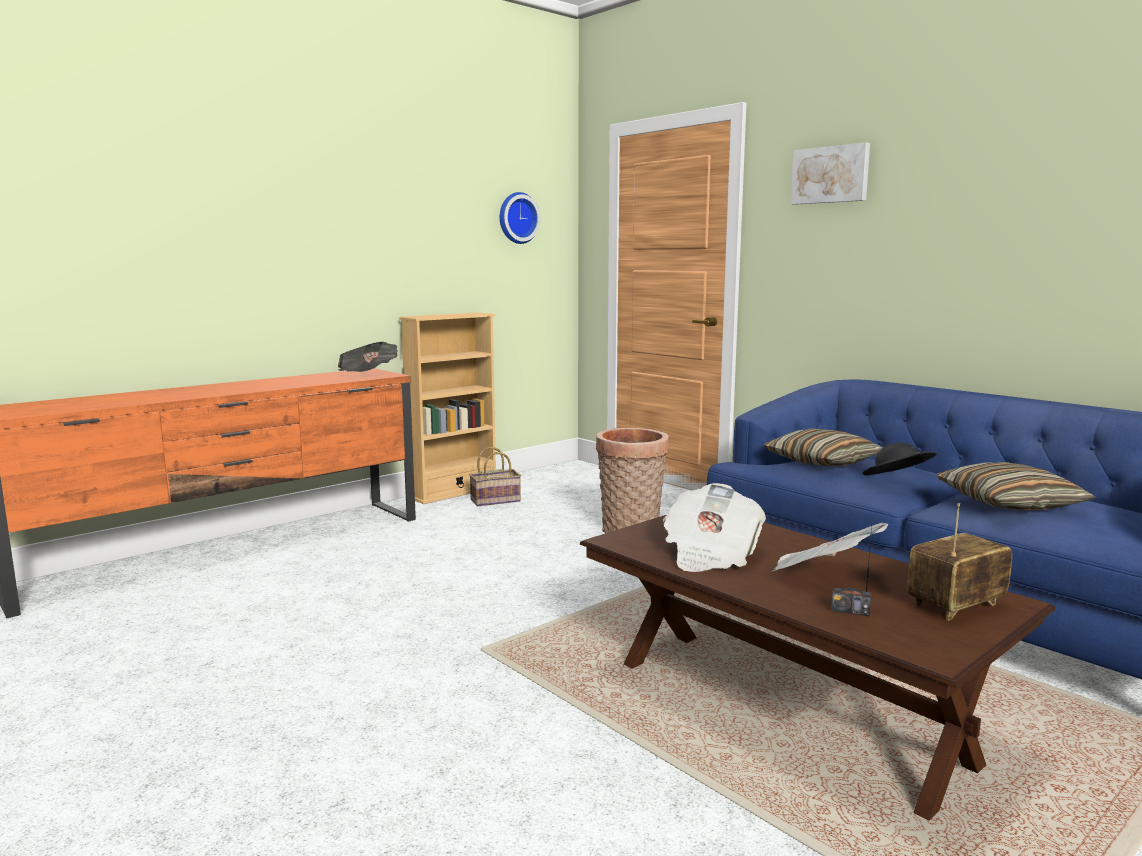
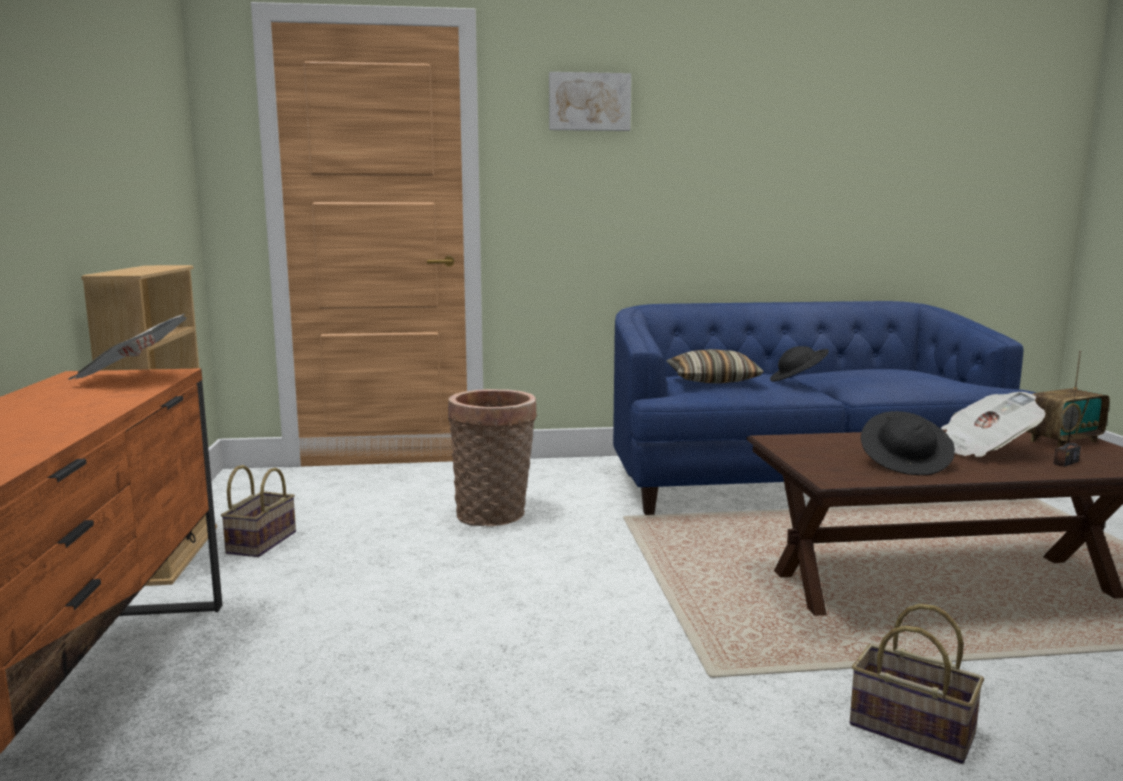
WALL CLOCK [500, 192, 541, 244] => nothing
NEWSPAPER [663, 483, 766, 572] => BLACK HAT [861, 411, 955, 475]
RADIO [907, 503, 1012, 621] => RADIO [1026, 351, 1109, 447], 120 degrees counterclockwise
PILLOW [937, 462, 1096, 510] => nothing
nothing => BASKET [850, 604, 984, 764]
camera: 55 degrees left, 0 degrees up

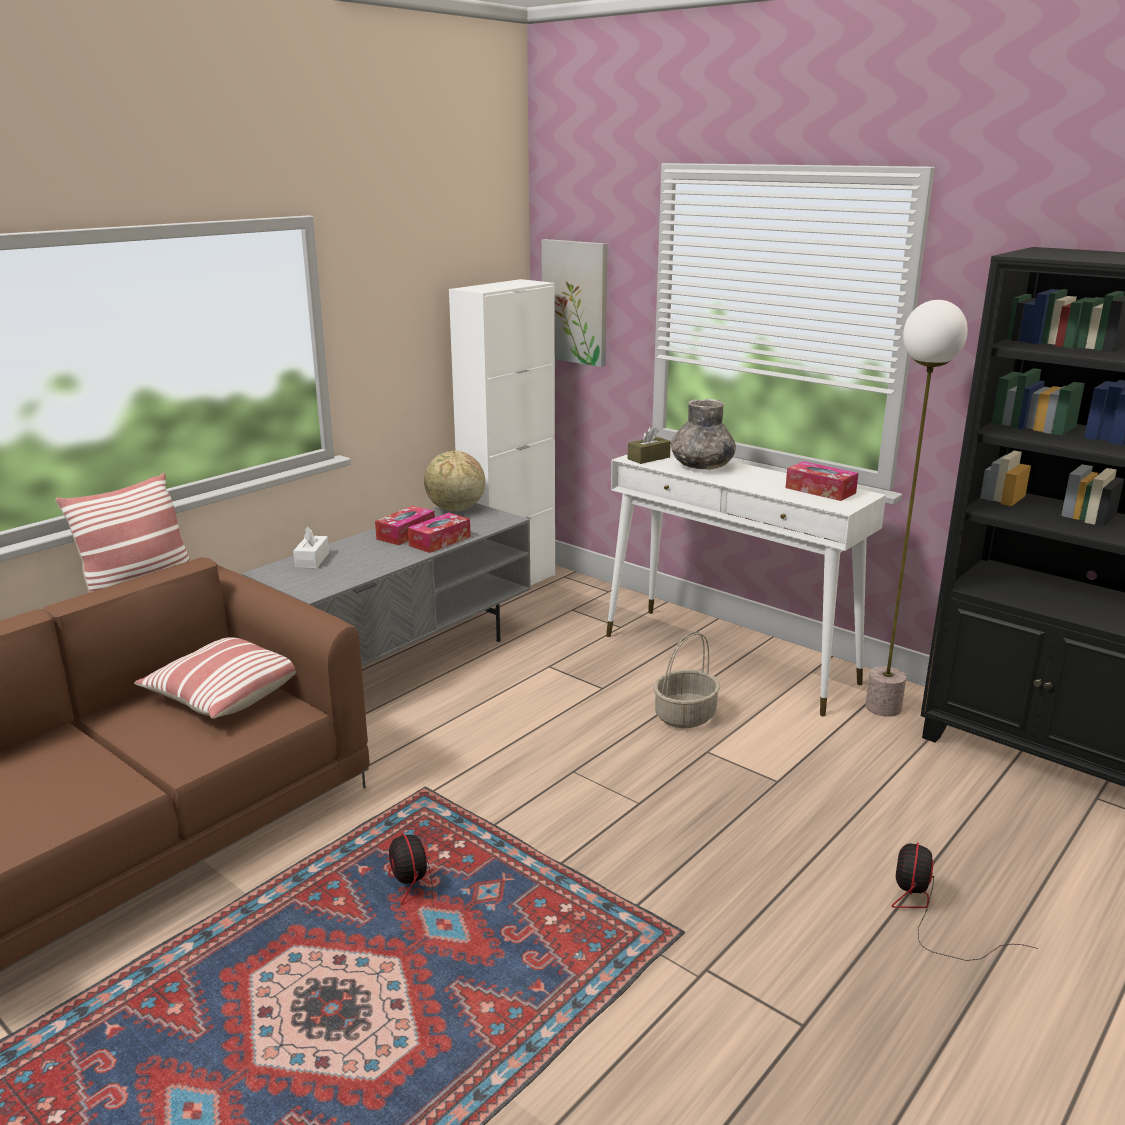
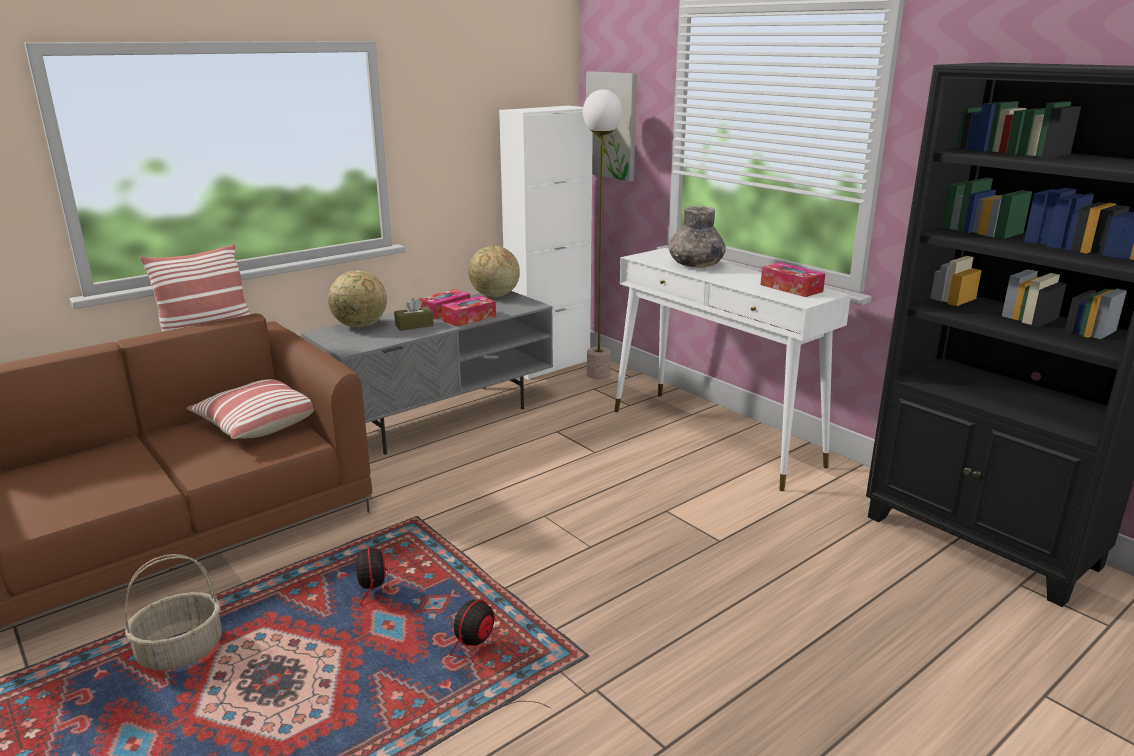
WHITE TISSUE BOX [293, 526, 329, 568] => GLOBE [328, 271, 387, 328]
BROWN TISSUE BOX [627, 426, 671, 464] => BROWN TISSUE BOX [394, 298, 434, 331], shifted
BASKET [654, 631, 720, 728] => BASKET [125, 554, 222, 671], shifted
FLOOR LAMP [866, 300, 968, 717] => FLOOR LAMP [583, 89, 623, 379], shifted
FAN [892, 843, 1038, 961] => FAN [450, 599, 551, 708], shifted
camera: 10 degrees right, 0 degrees up

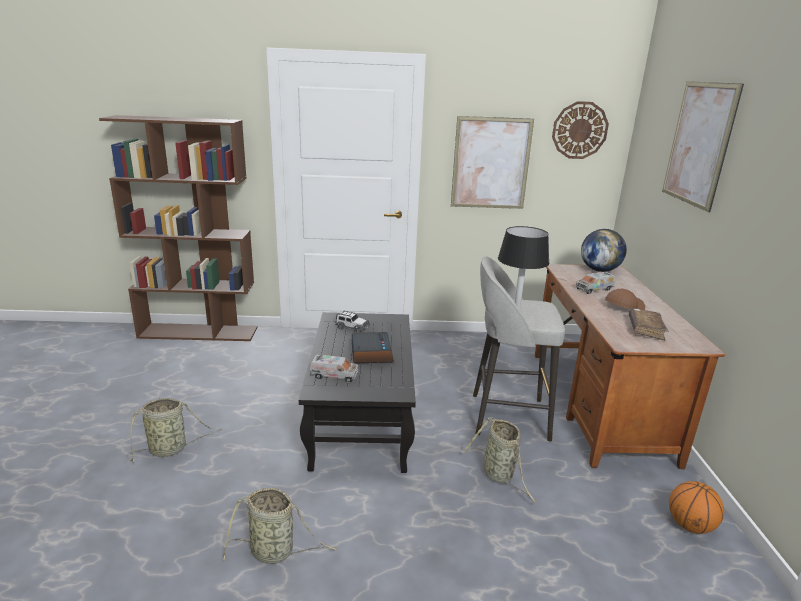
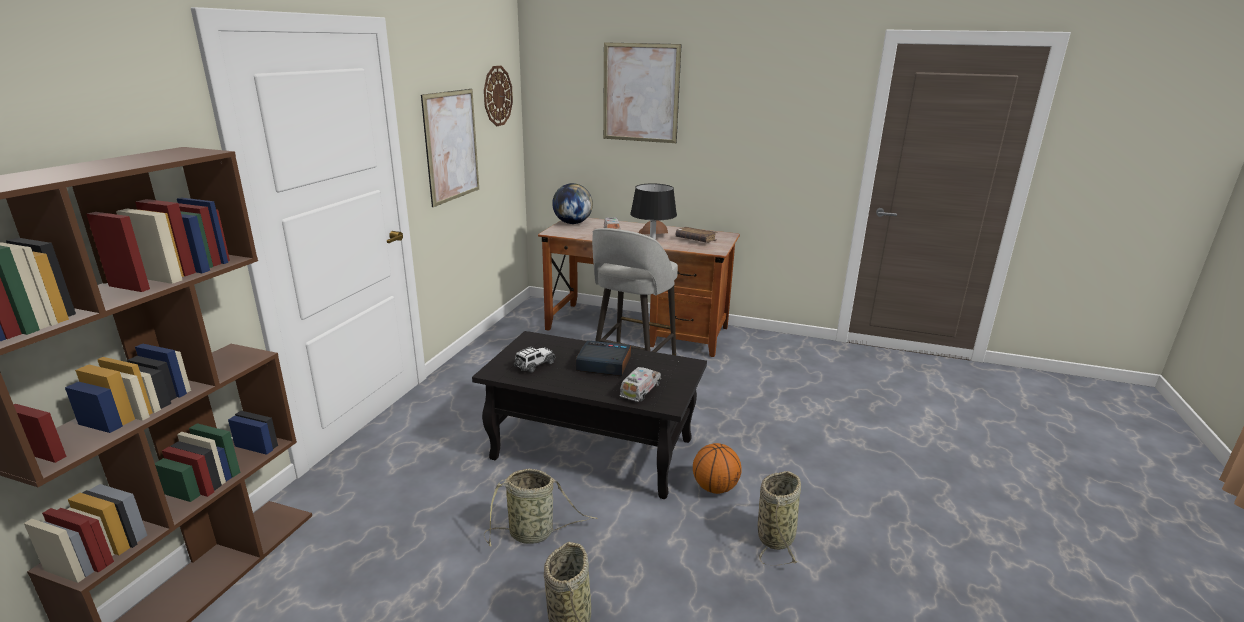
BASKET [463, 417, 537, 503] => BASKET [484, 468, 598, 546], shifted
BASKETBALL [669, 481, 724, 534] => BASKETBALL [693, 443, 742, 494], shifted
camera: 70 degrees left, 0 degrees up

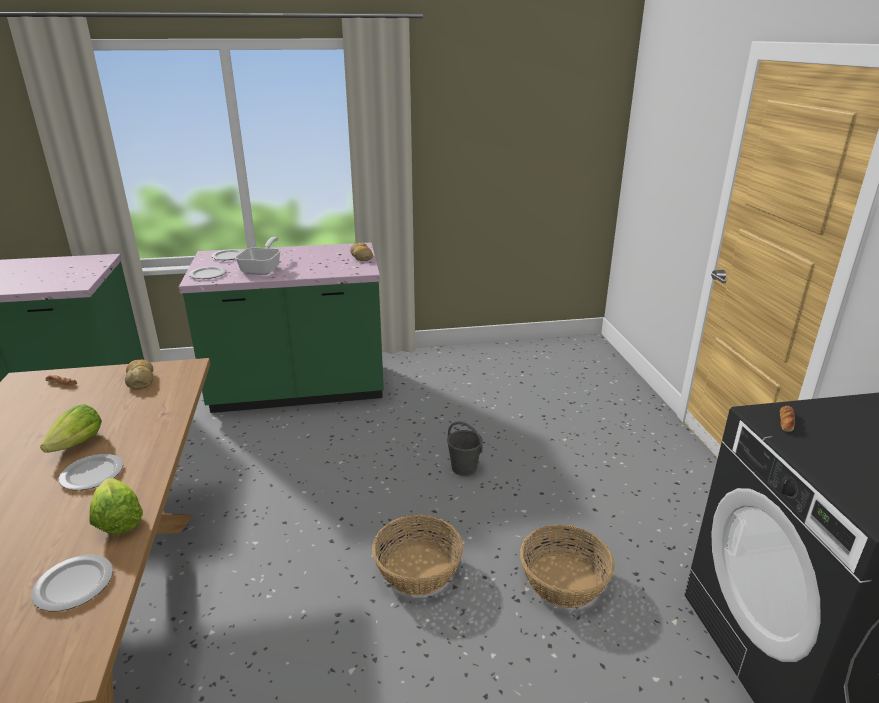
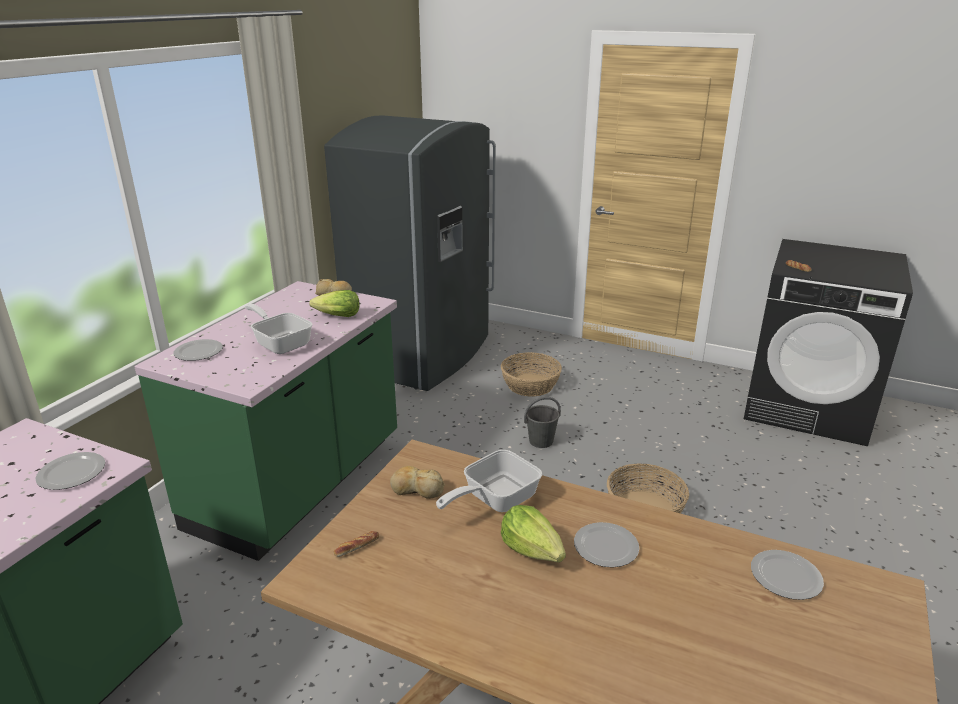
LETTUCE [89, 478, 143, 535] => LETTUCE [309, 290, 360, 317], shifted
PLATE [189, 266, 227, 279] => PLATE [35, 452, 105, 490], shifted
BASKET [520, 525, 615, 608] => BASKET [501, 352, 562, 397], shifted
nothing => GREY FRIDGE [324, 115, 496, 391]
nothing => FRYING PAN [436, 450, 542, 512]
camera: 55 degrees left, 0 degrees up

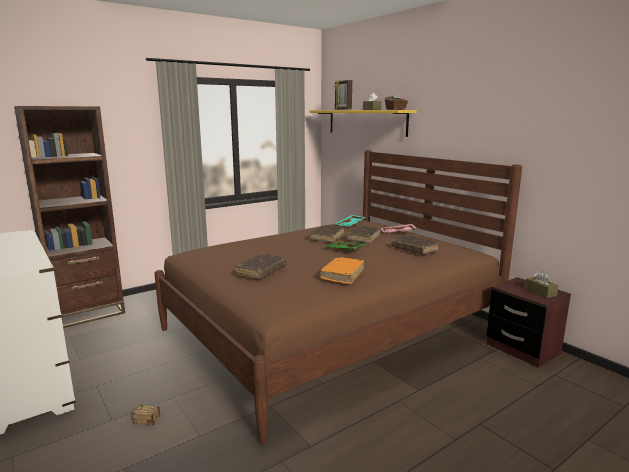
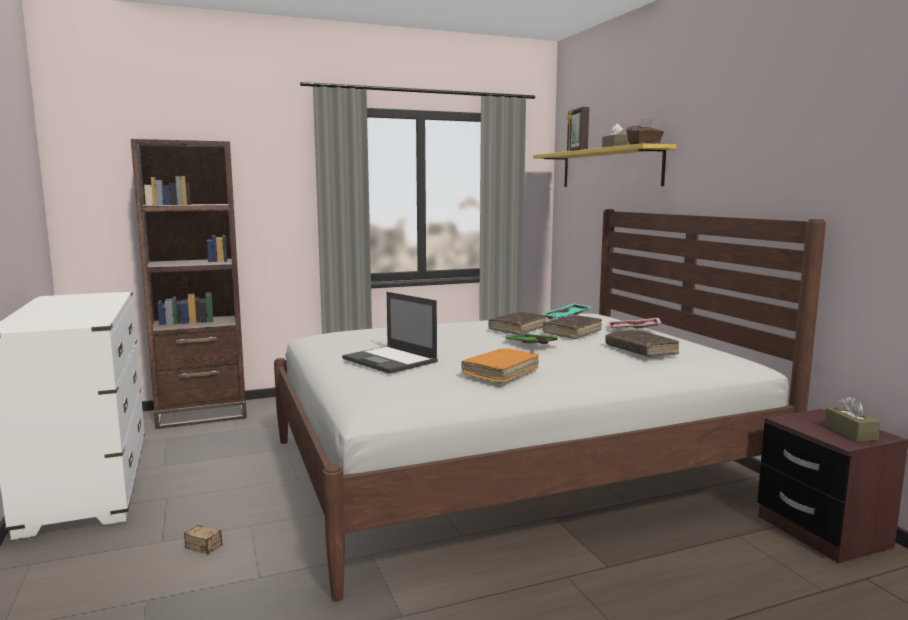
BROWN BED [154, 150, 522, 444] => WHITE BED [274, 209, 826, 602]
BROWN BOOK [235, 254, 287, 279] => LAPTOP [342, 292, 438, 374]
camera: 15 degrees right, 5 degrees down

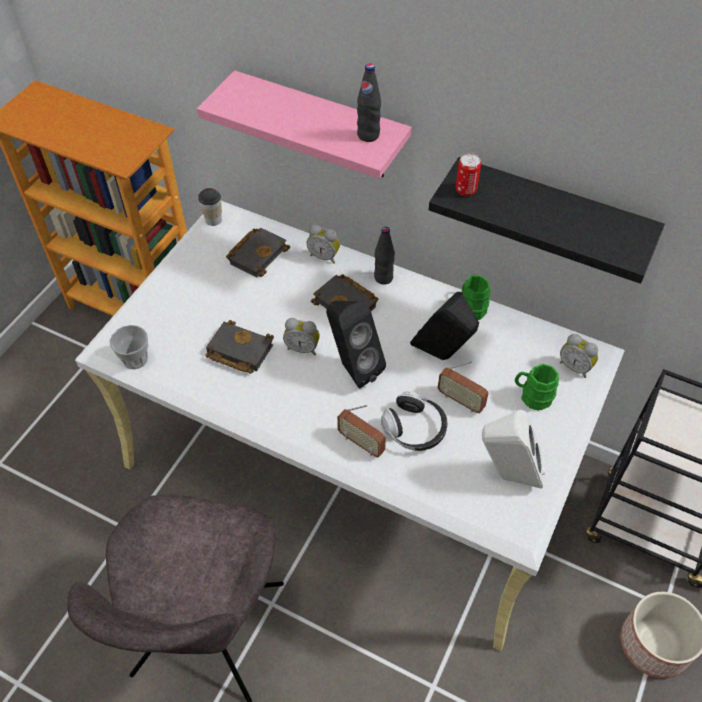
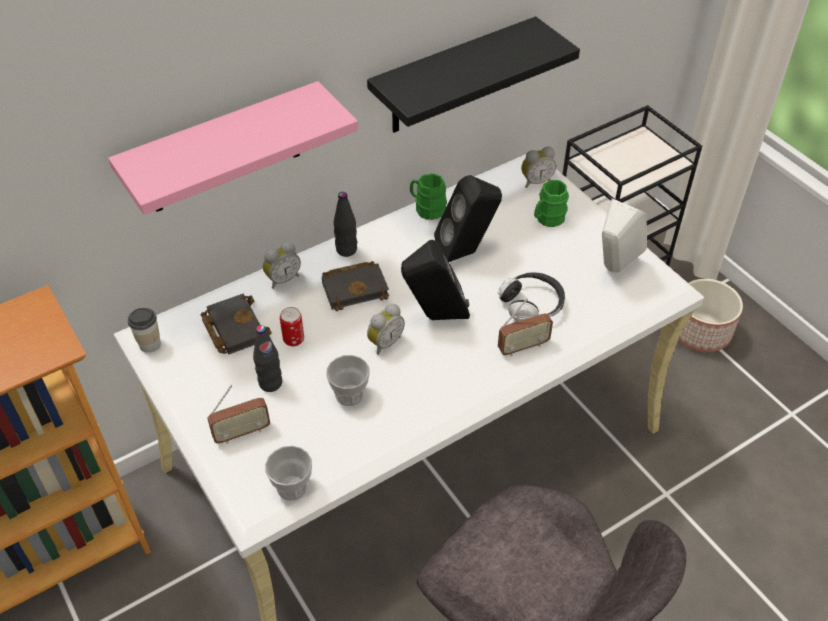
BLACK BOOK [205, 320, 274, 374] => CUP [326, 355, 369, 406]
BLACK BOTTLE [357, 64, 381, 142] => BLACK BOTTLE [253, 325, 282, 392], shifted
RADIO [438, 361, 489, 413] => RADIO [207, 385, 270, 444], shifted
CAN [456, 153, 481, 196] => CAN [280, 307, 304, 346], shifted
camera: 60 degrees left, 5 degrees down

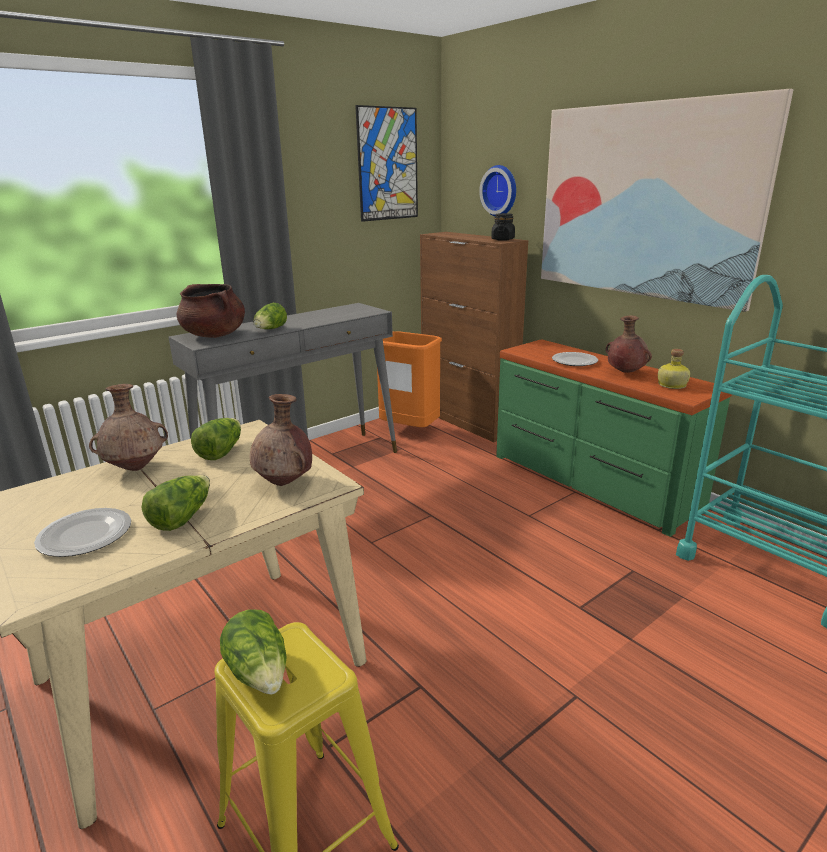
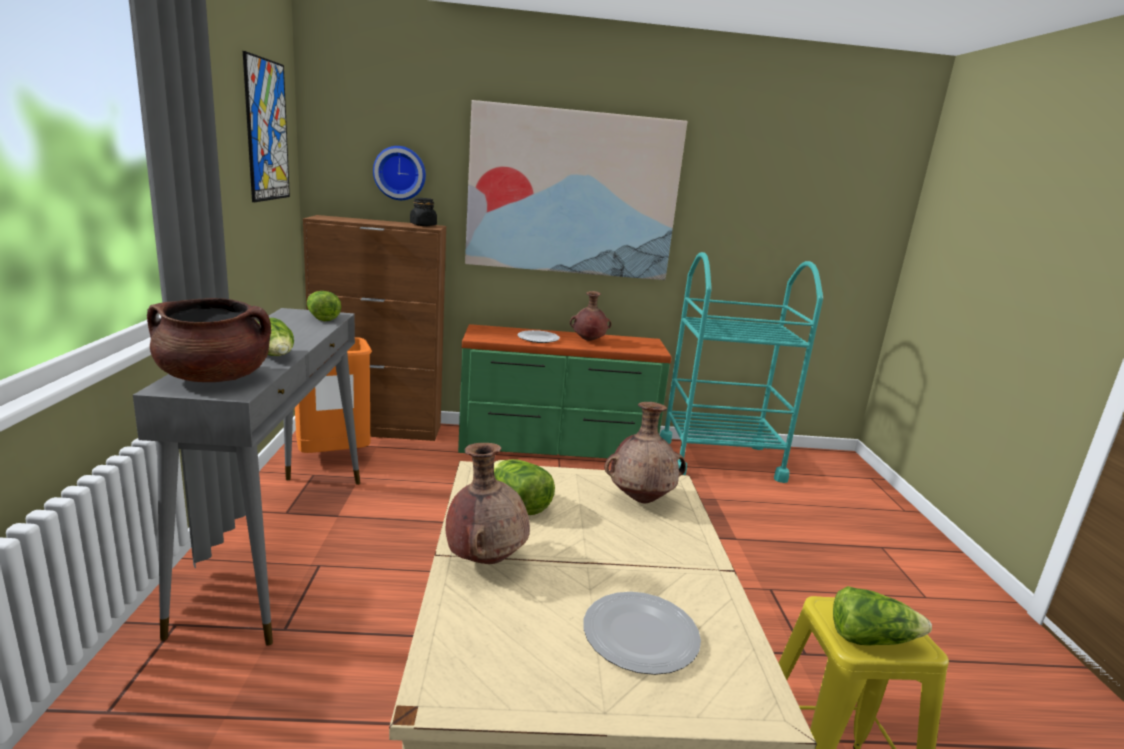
LETTUCE [141, 475, 210, 531] => LETTUCE [307, 291, 341, 322], shifted
BOTTLE [658, 349, 690, 389] => nothing
camera: 55 degrees left, 5 degrees down

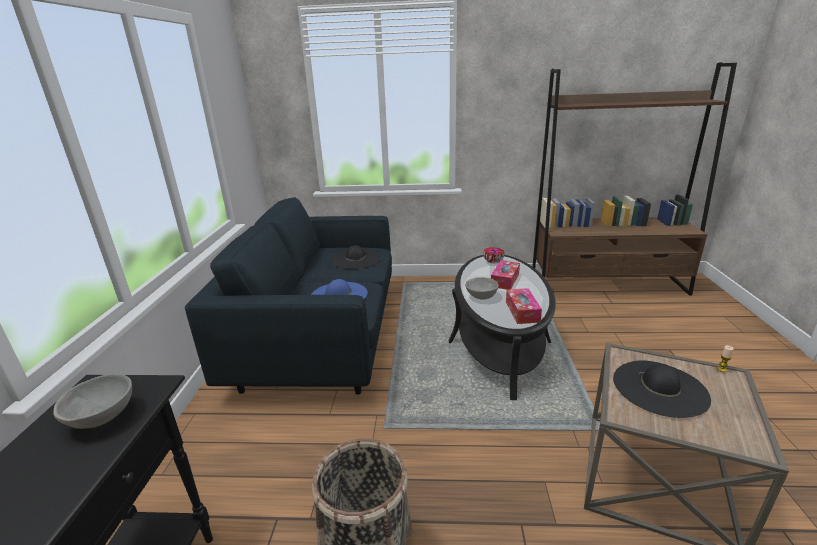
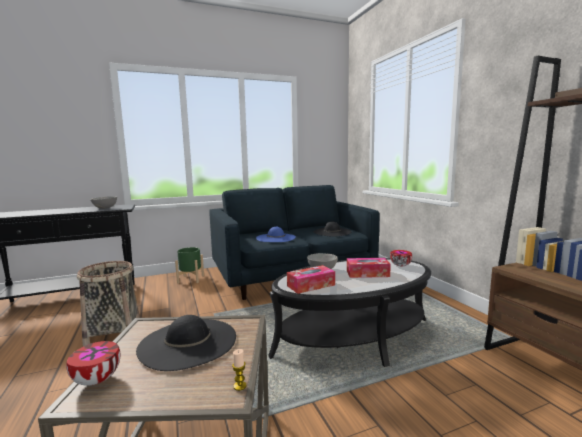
nothing => BOWL [66, 341, 120, 386]
nothing => GREEN PLANTER [175, 247, 204, 283]
camera: 65 degrees right, 15 degrees down

